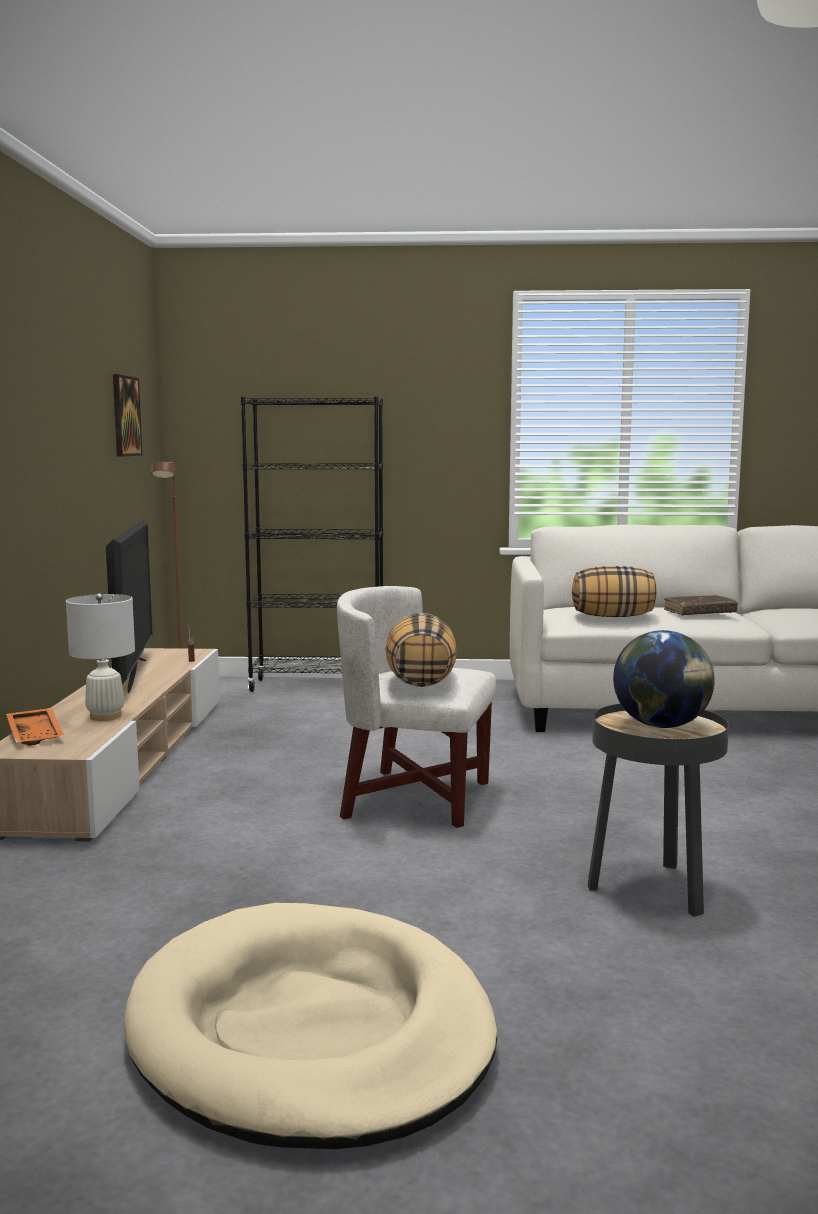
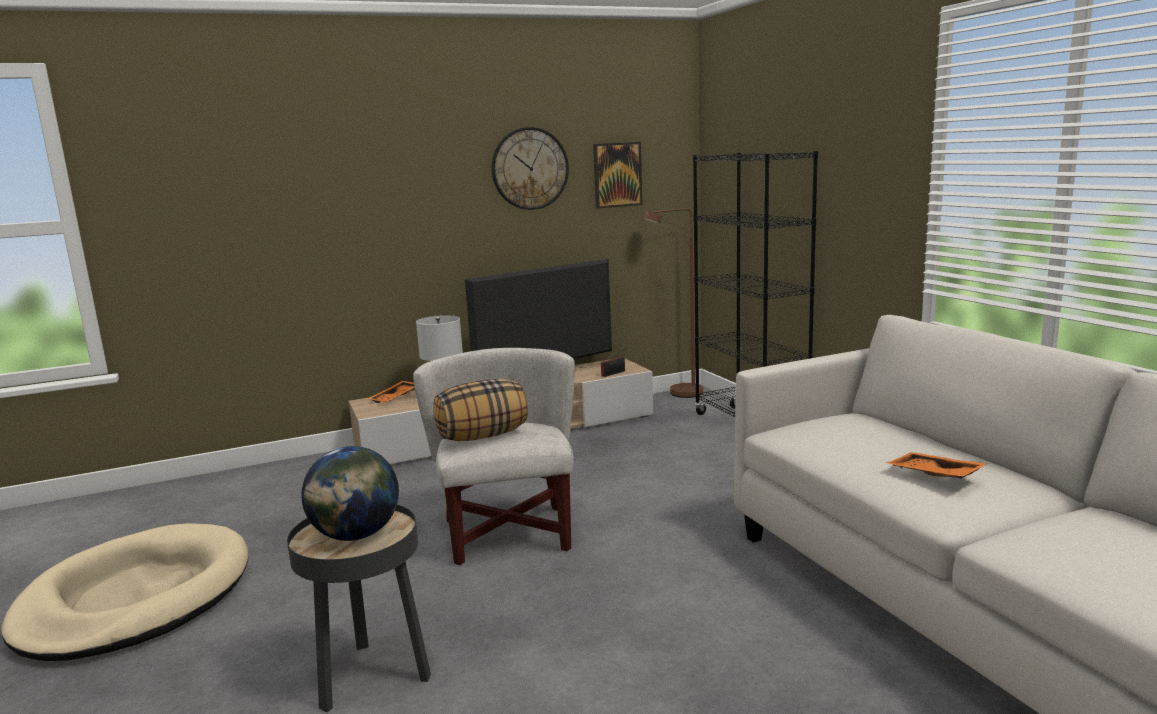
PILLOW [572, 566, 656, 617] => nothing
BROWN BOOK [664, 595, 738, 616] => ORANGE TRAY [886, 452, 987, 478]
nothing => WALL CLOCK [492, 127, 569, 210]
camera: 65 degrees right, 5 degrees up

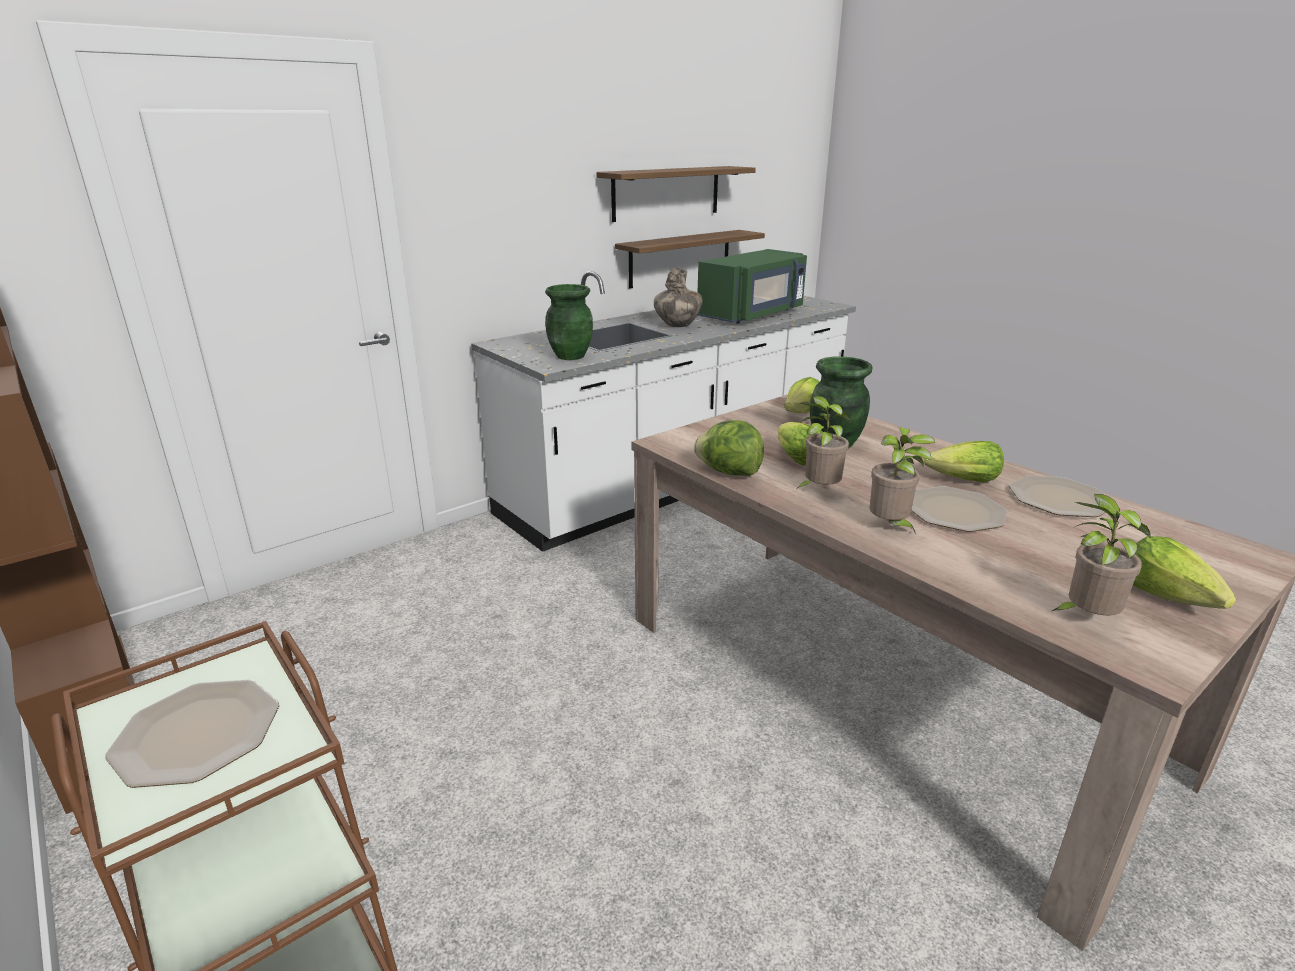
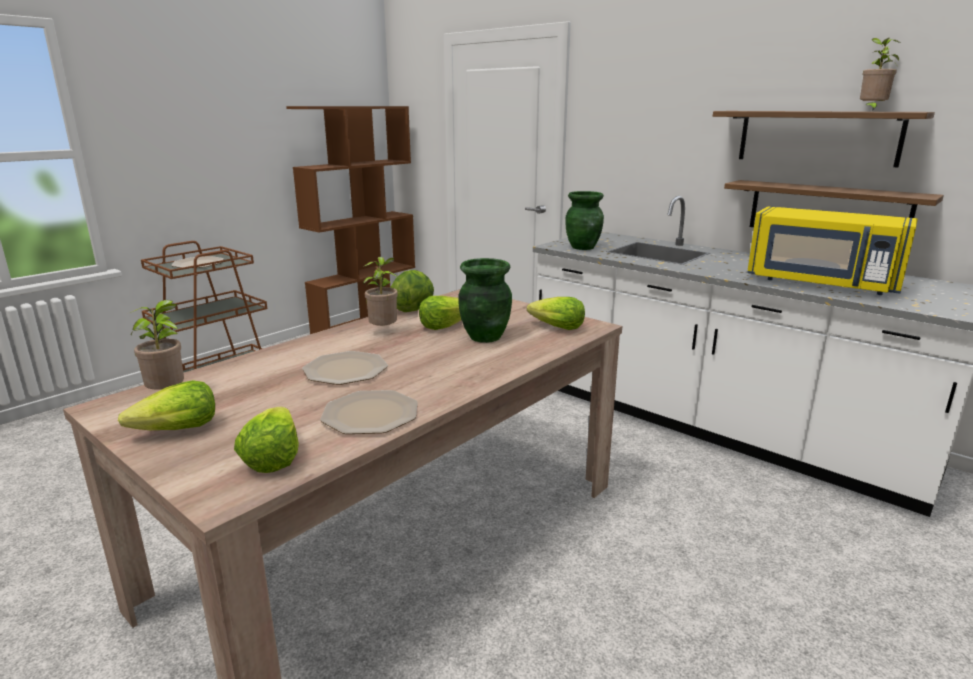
VASE [654, 267, 703, 327] => nothing
GREEN MICROWAVE [698, 249, 807, 324] => YELLOW MICROWAVE [747, 206, 918, 295]
POTTED PLANT [870, 427, 935, 534] => POTTED PLANT [860, 38, 901, 111], shifted
LETTUCE [924, 441, 1004, 482] => LETTUCE [234, 407, 299, 473], shifted
camera: 80 degrees right, 5 degrees down

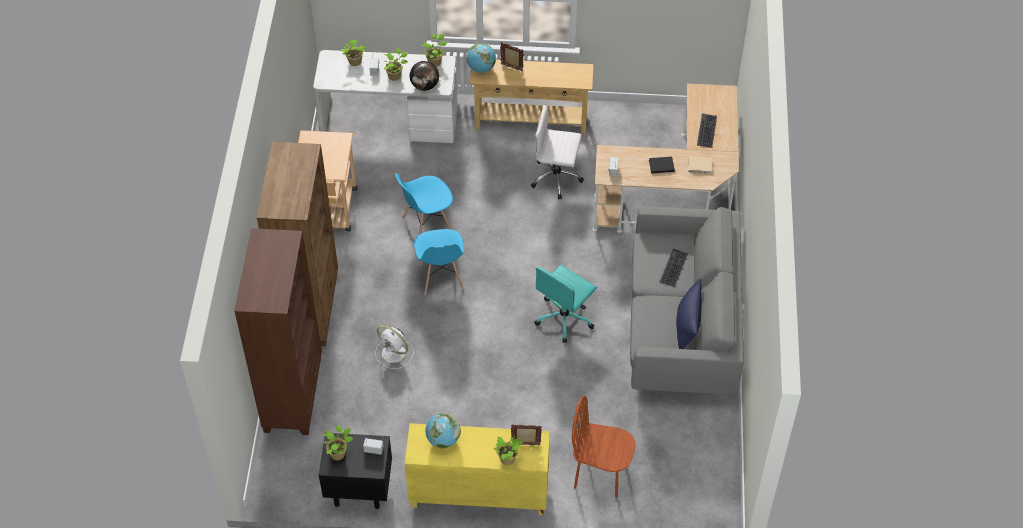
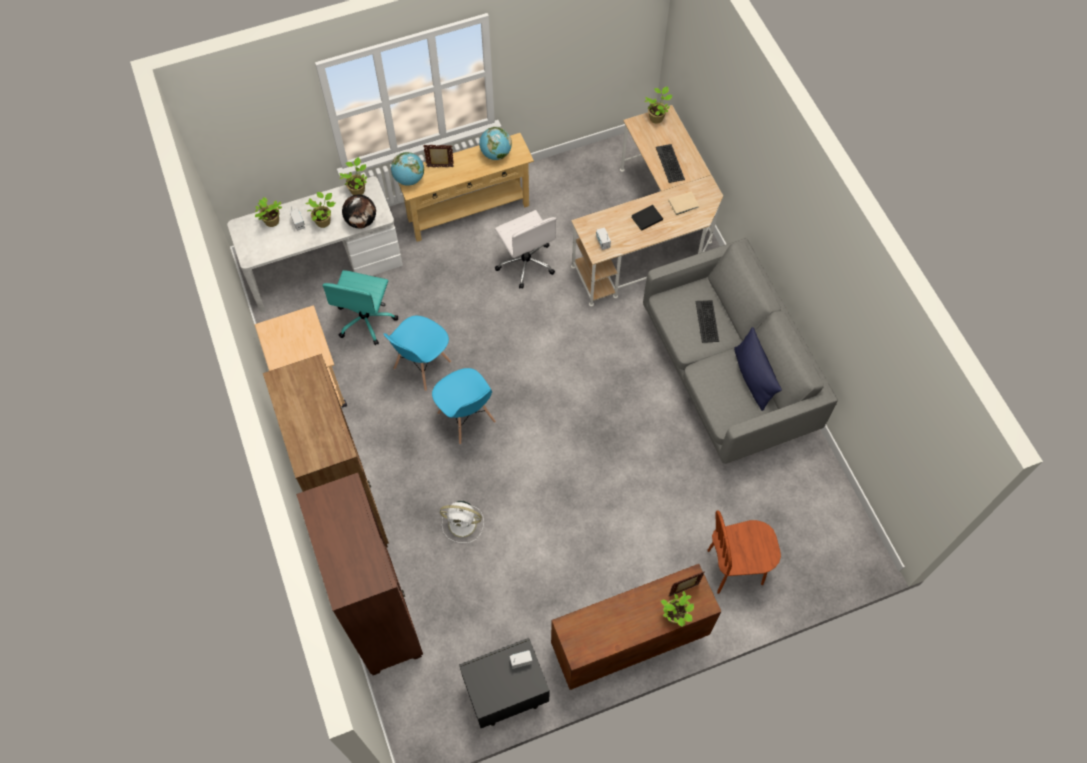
POTTED PLANT [323, 425, 353, 460] => POTTED PLANT [644, 86, 672, 124], shifted
YELLOW CABINET [405, 423, 550, 515] => BROWN CABINET [551, 564, 722, 690]
GLOBE [425, 413, 461, 449] => GLOBE [479, 127, 512, 160], shifted
WHITE OFFICE CHAIR [531, 105, 584, 200] => WHITE OFFICE CHAIR [495, 210, 556, 289], 105 degrees counterclockwise
TURQUOISE OFFICE CHAIR [534, 265, 597, 343] => TURQUOISE OFFICE CHAIR [322, 270, 398, 345], shifted
camera: 25 degrees left, 10 degrees up

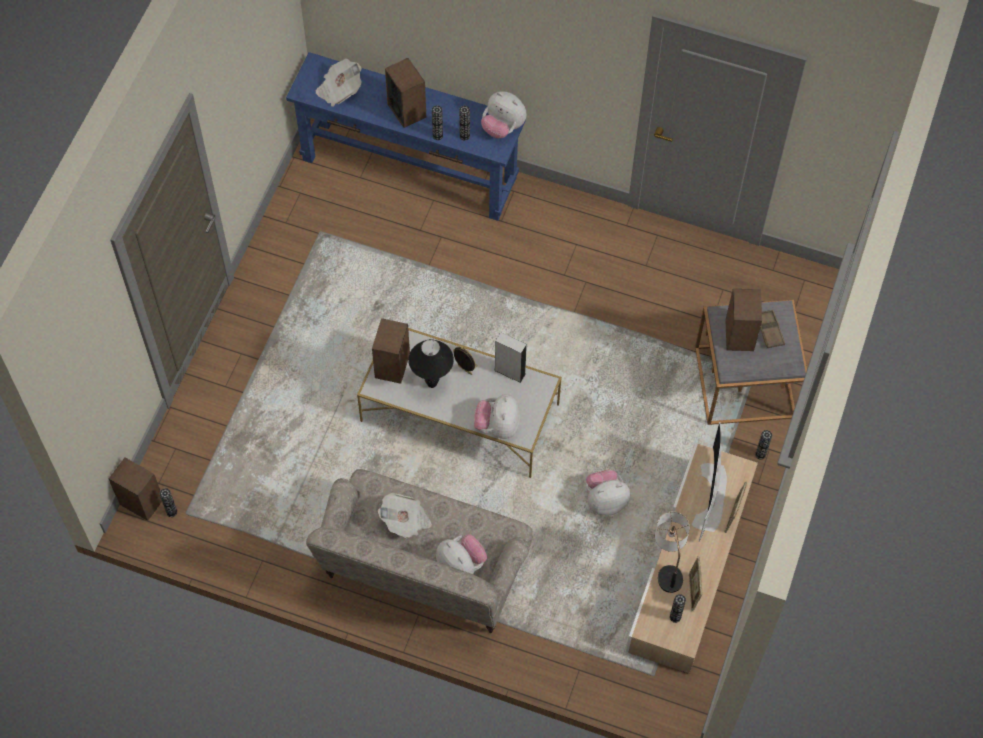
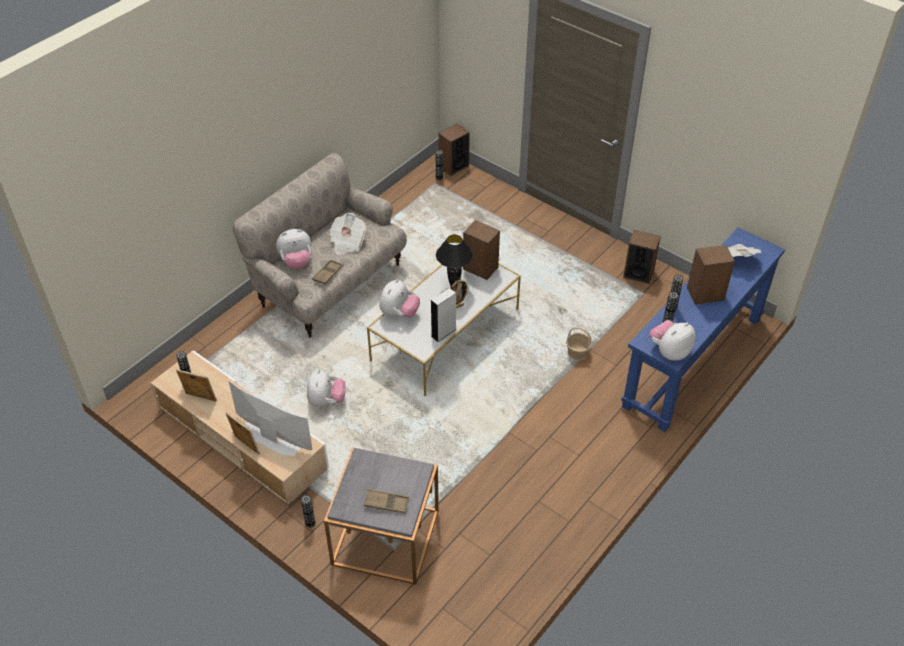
PLUSH TOY [474, 394, 520, 439] => PLUSH TOY [379, 279, 420, 318], 90 degrees clockwise
TABLE LAMP [655, 512, 690, 593] => nothing
SPEAKER [725, 289, 762, 351] => SPEAKER [623, 230, 661, 284], shifted
nothing => BROWN TRAY [312, 260, 343, 284]
nothing => BASKET [566, 327, 592, 361]
camera: 110 degrees right, 15 degrees down

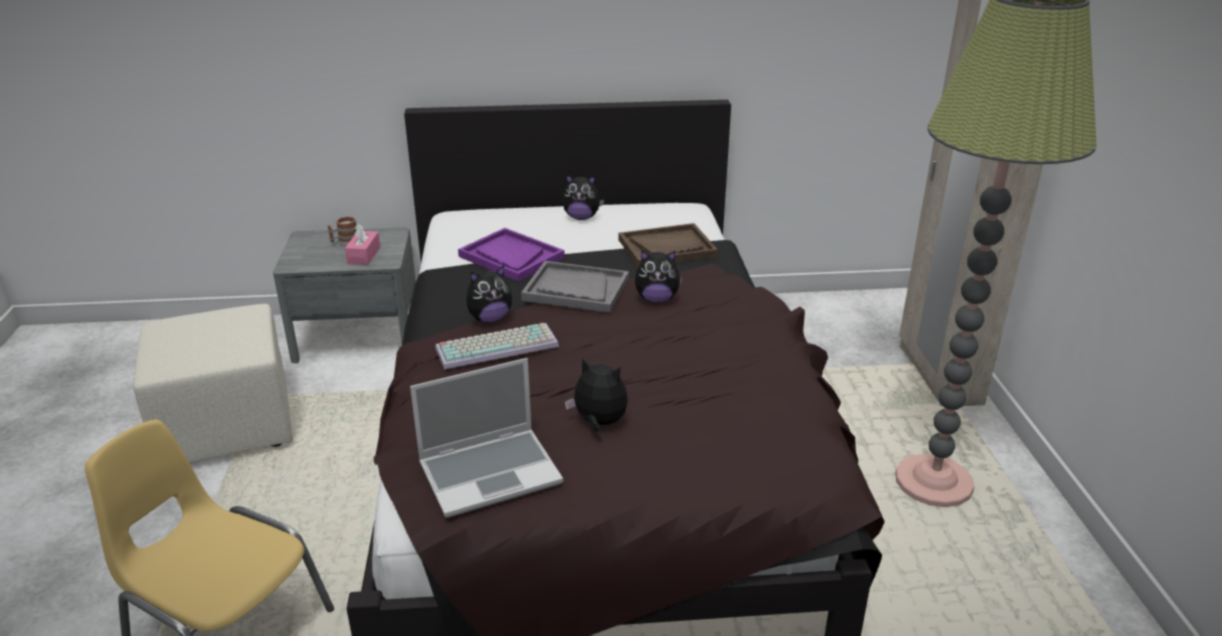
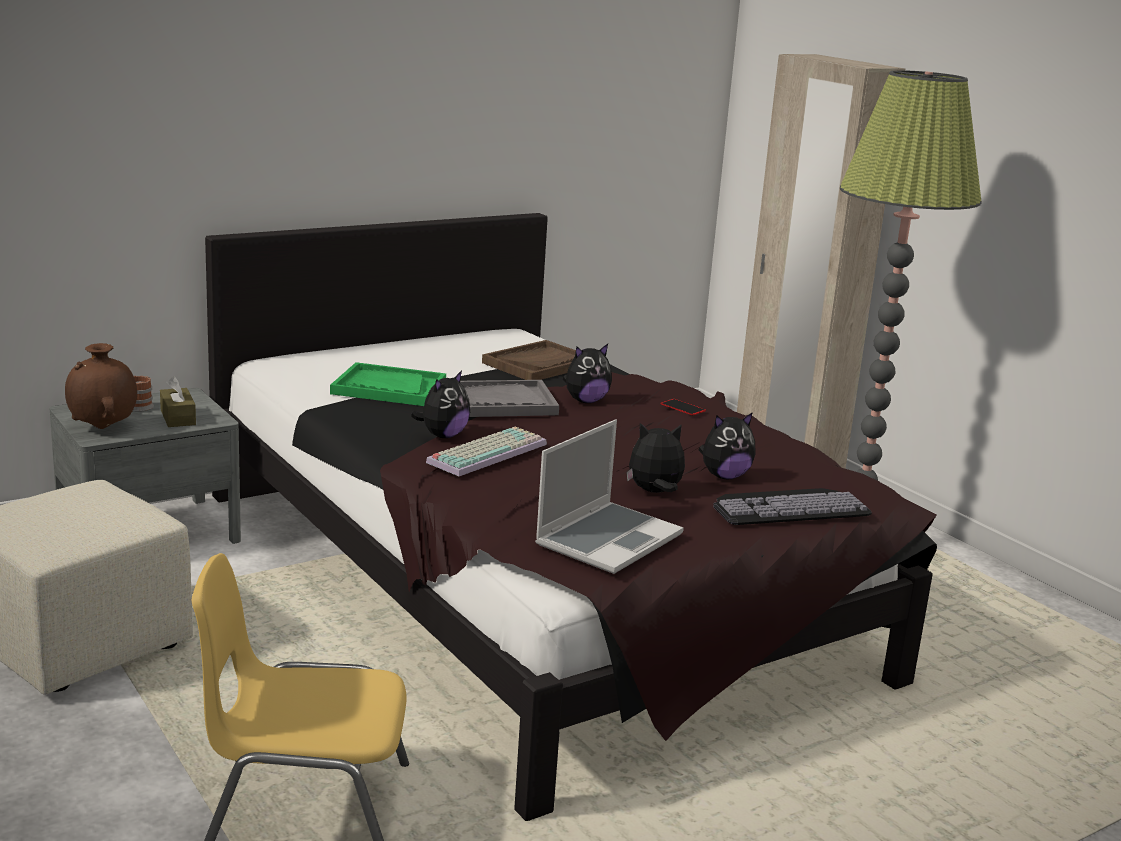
PINK TISSUE BOX [345, 224, 380, 265] => BROWN TISSUE BOX [160, 376, 196, 427]
PURPLE TRAY [458, 228, 565, 282] => GREEN TRAY [330, 362, 446, 406]
PLUSH TOY [562, 174, 604, 220] => PLUSH TOY [699, 412, 756, 479], shifted
nothing => BROWN VASE [65, 343, 137, 429]
nothing => PHONE [660, 399, 706, 415]
nothing => KEYBOARD [713, 488, 872, 525]
camera: 30 degrees left, 10 degrees down

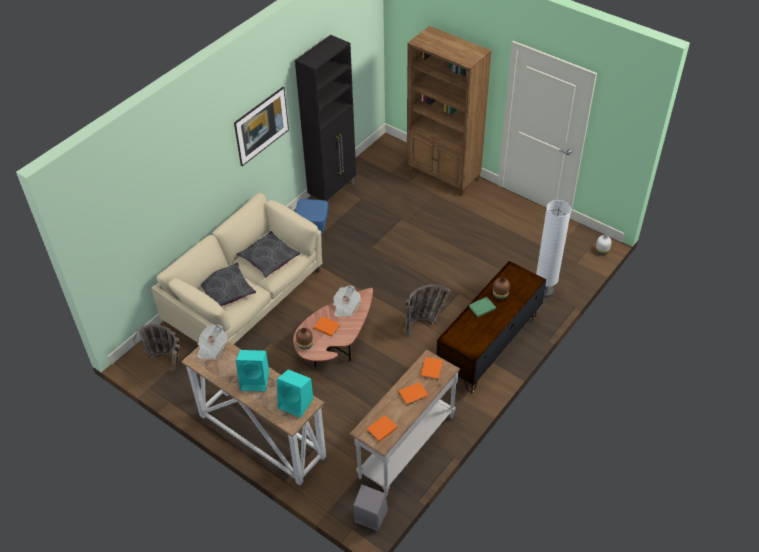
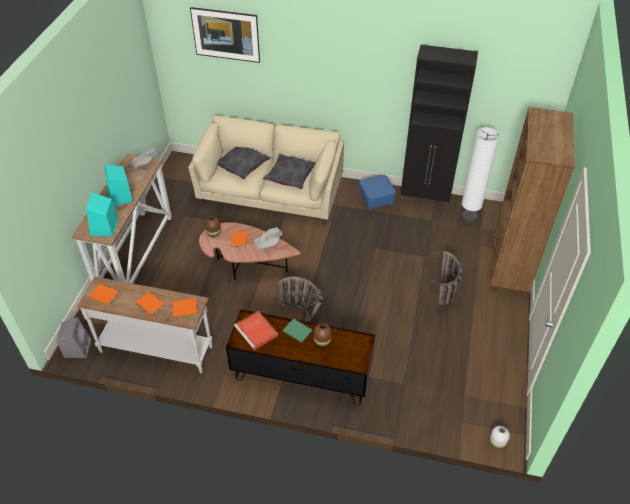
BASKET [133, 324, 180, 373] => BASKET [427, 251, 462, 305], shifted
PICTURE [234, 87, 289, 166] => PICTURE [190, 7, 260, 63], shifted
WHITE FLOOR LAMP [536, 200, 571, 298] => WHITE FLOOR LAMP [461, 127, 500, 222], shifted
nothing => RED TRAY [234, 311, 278, 350]
camera: 65 degrees right, 0 degrees up

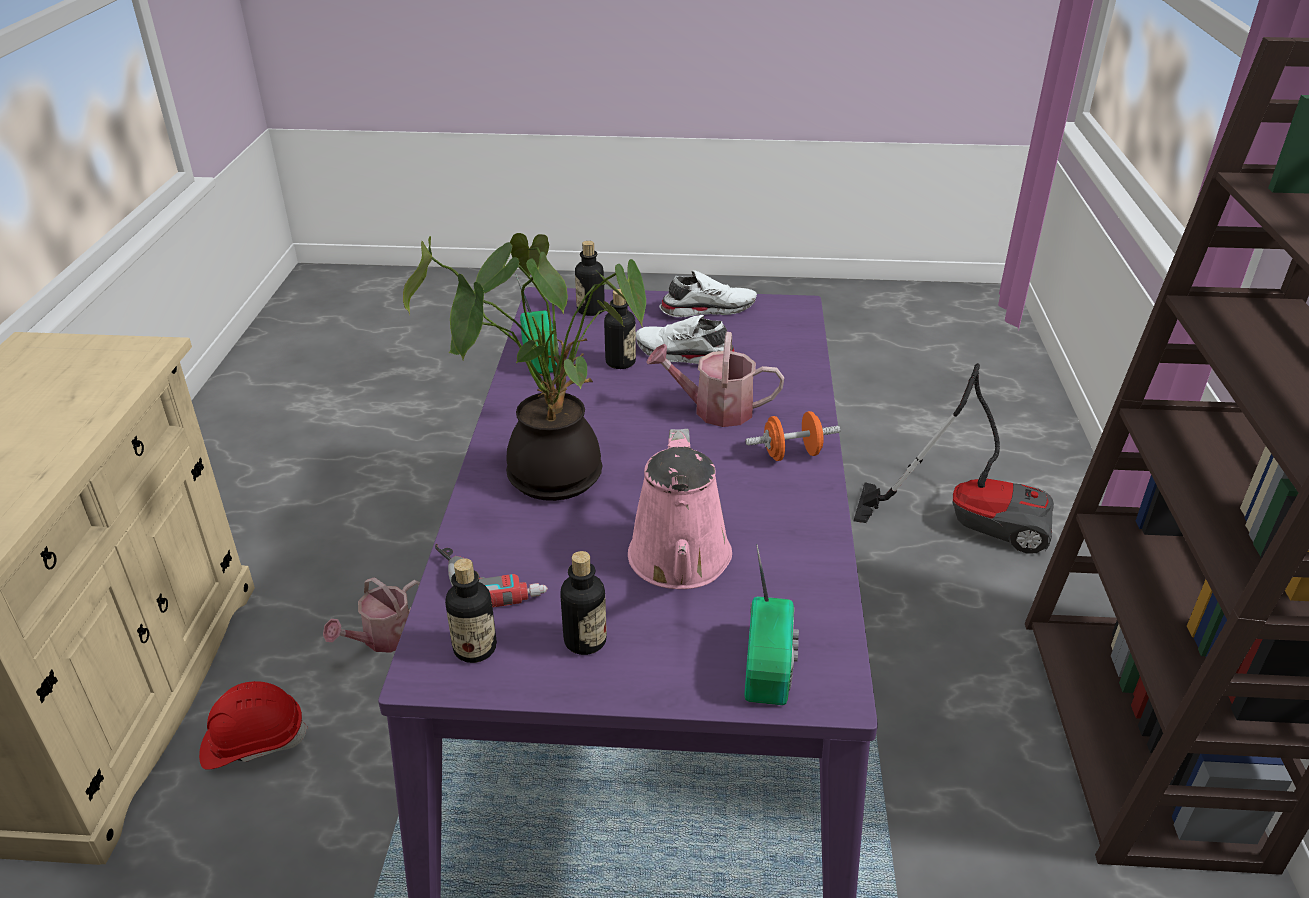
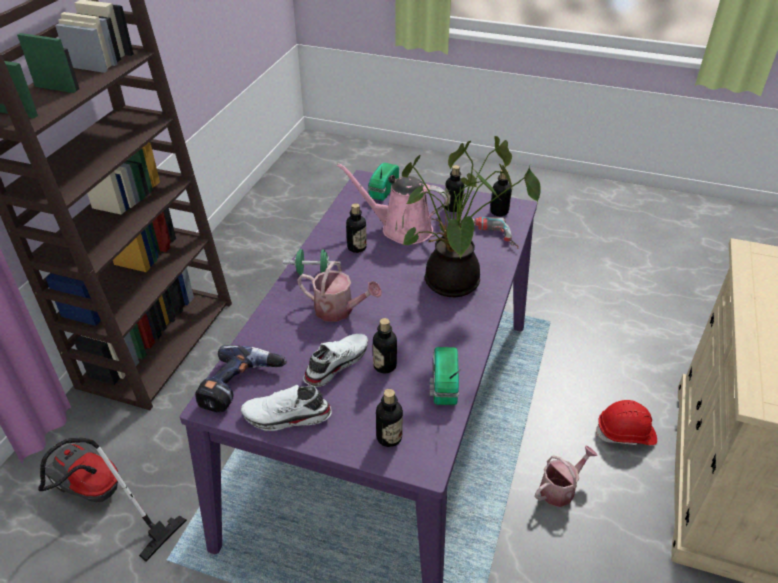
PINK WATERING CAN [628, 429, 732, 589] => PINK WATERING CAN [336, 163, 448, 244], 90 degrees counterclockwise
WHITE SHOE [636, 315, 734, 364] => WHITE SHOE [303, 334, 368, 387], 90 degrees counterclockwise
ORANGE DUMBBELL [745, 411, 841, 461] => GREEN DUMBBELL [283, 249, 341, 275]
nothing => POWER DRILL [195, 345, 287, 412]
nothing => BOTTLE [346, 203, 367, 253]
camera: 165 degrees left, 5 degrees up

